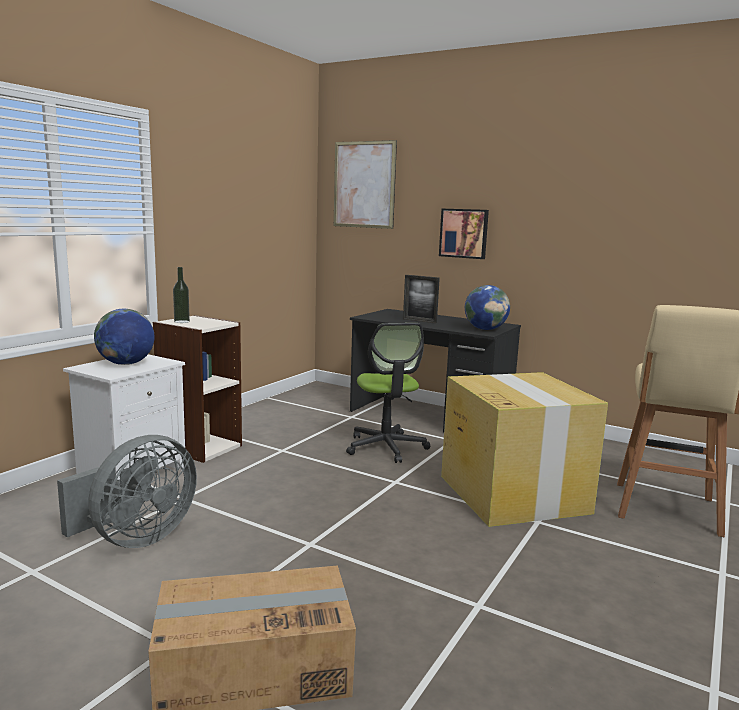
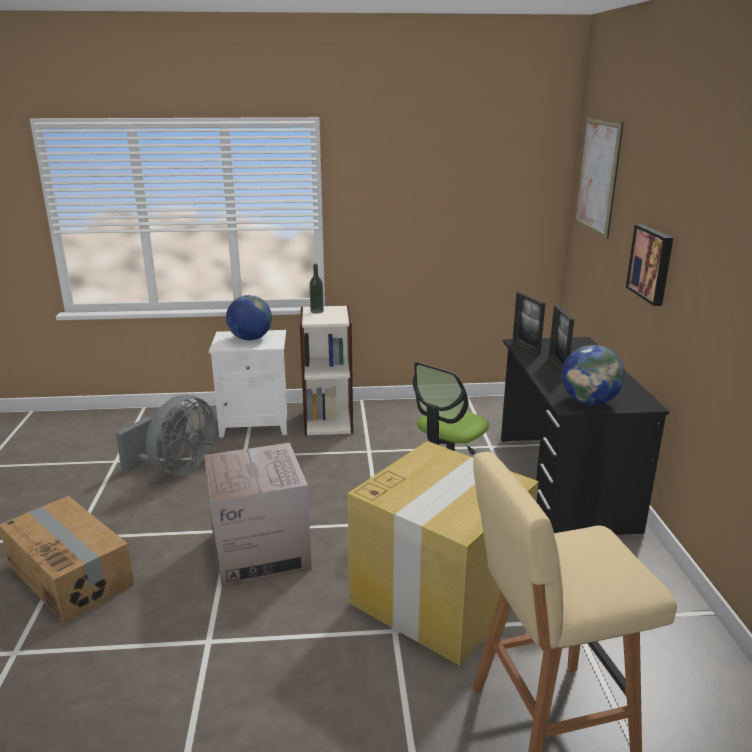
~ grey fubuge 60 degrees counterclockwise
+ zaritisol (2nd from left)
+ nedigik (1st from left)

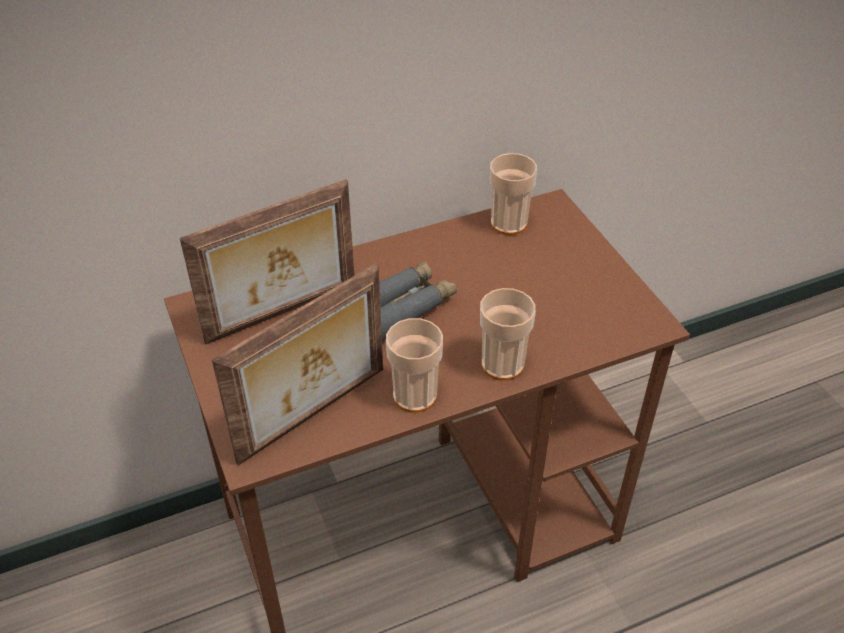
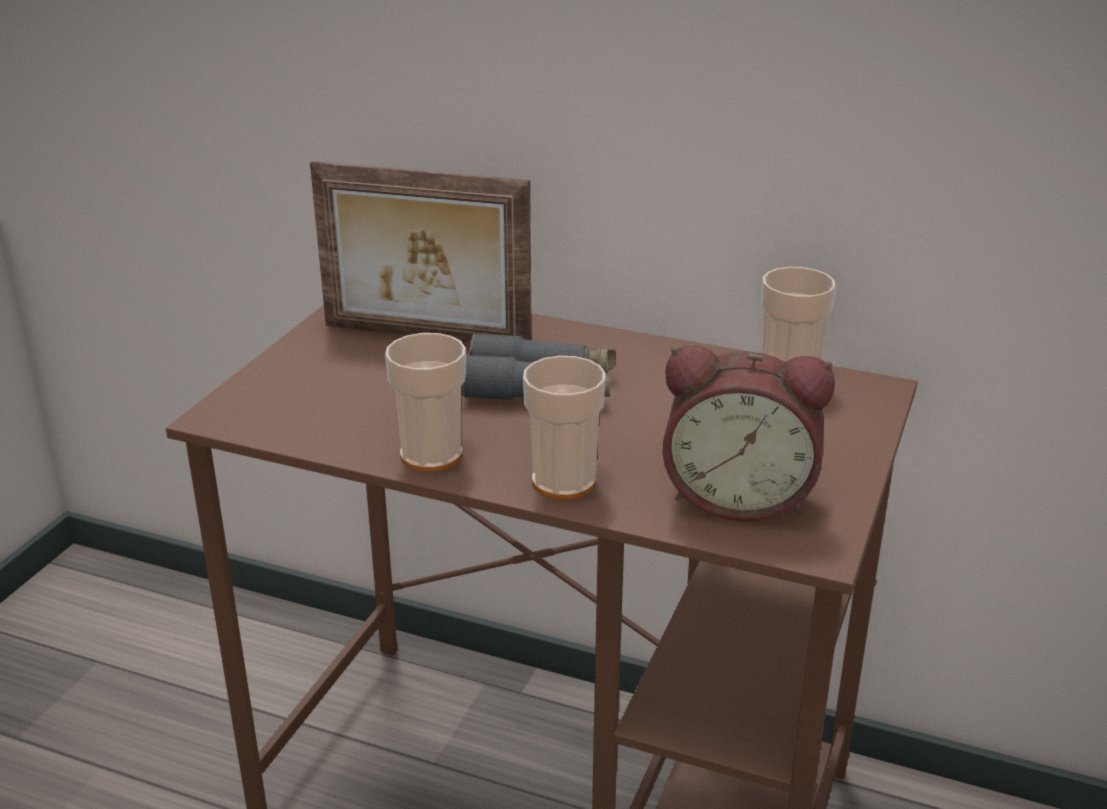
- nedigik (2nd from left)
+ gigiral

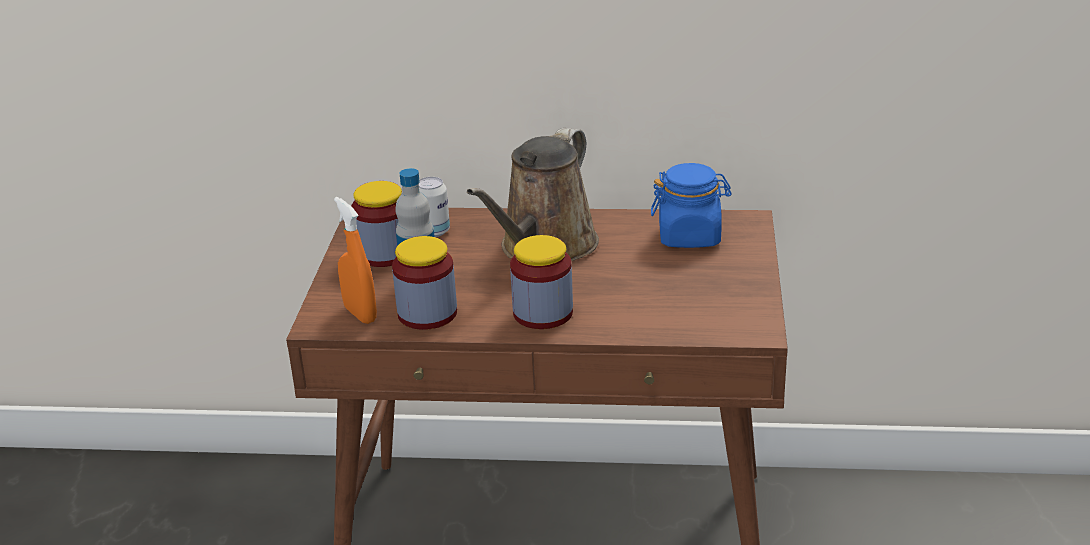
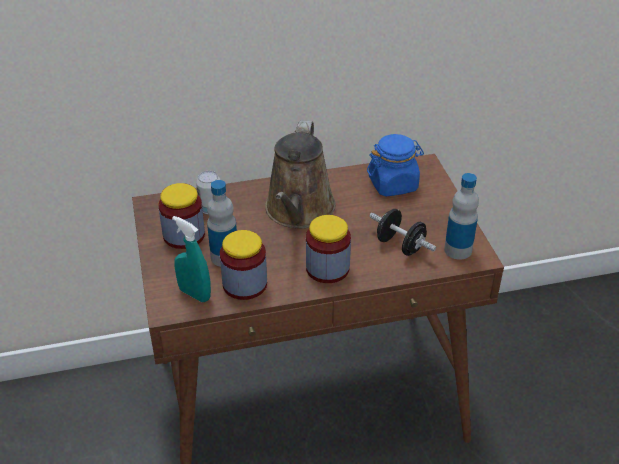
~ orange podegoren to turquoise podegoren
+ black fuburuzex
+ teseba (2nd from left)

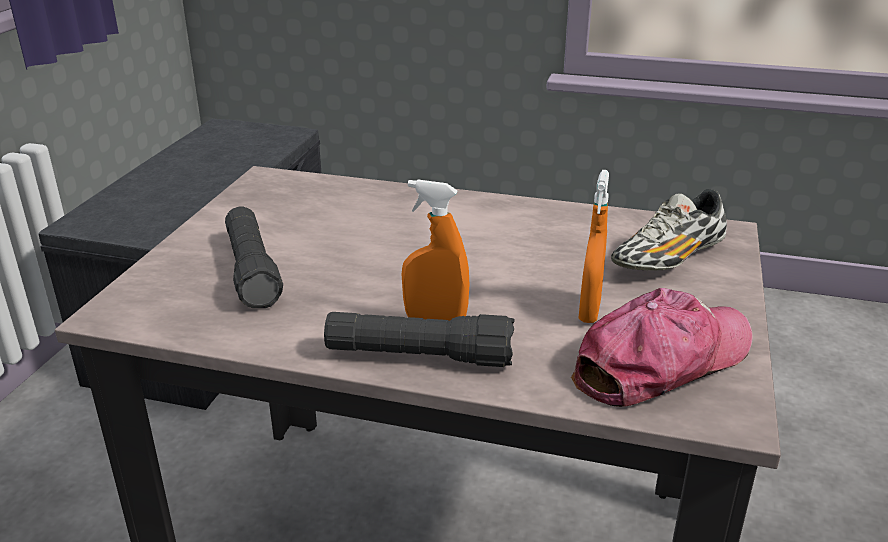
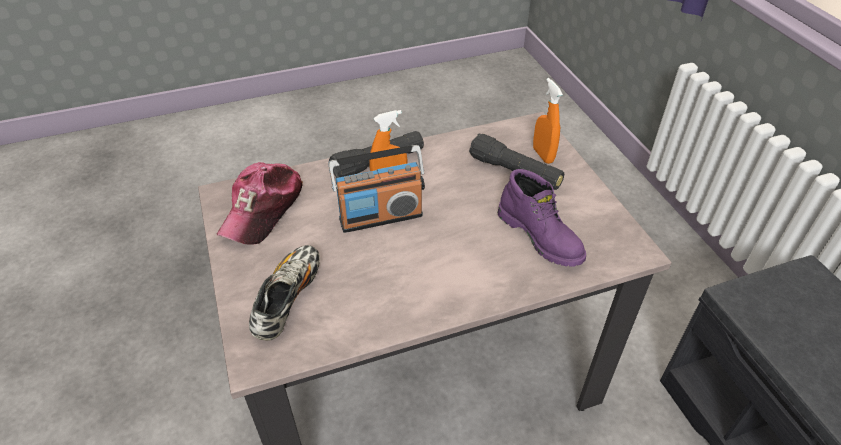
~ orange podegoren (2nd from left)
+ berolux
+ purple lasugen

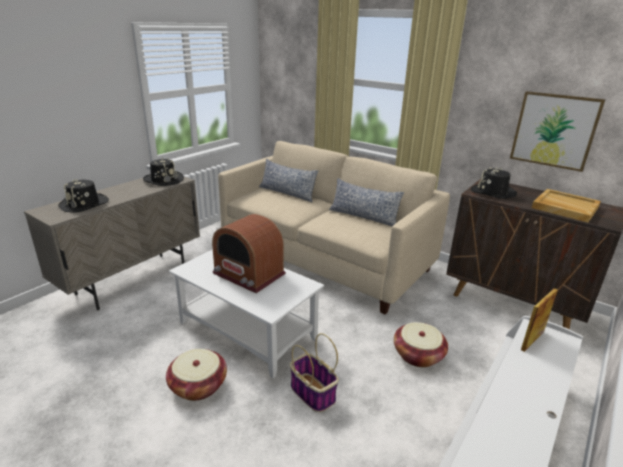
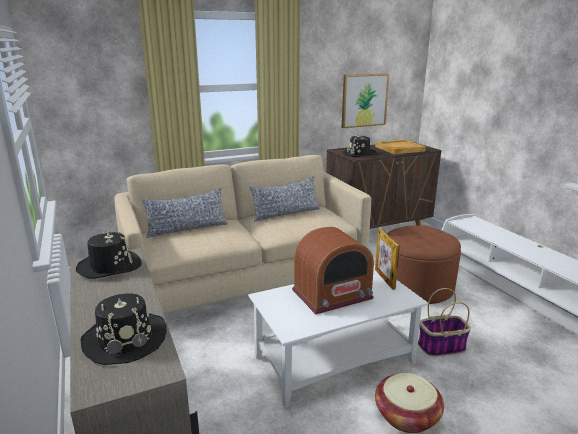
~ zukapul (3rd from left) to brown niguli
~ nedigik

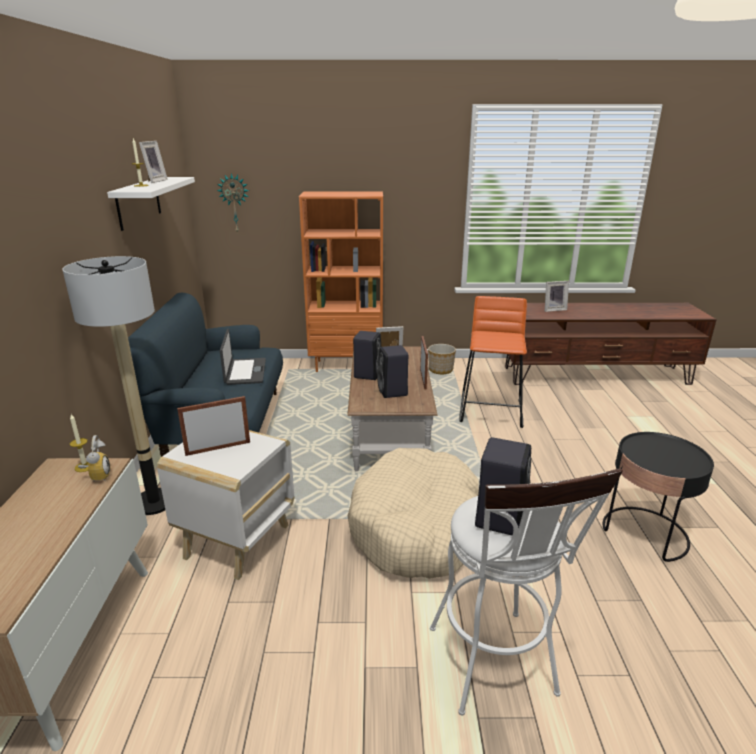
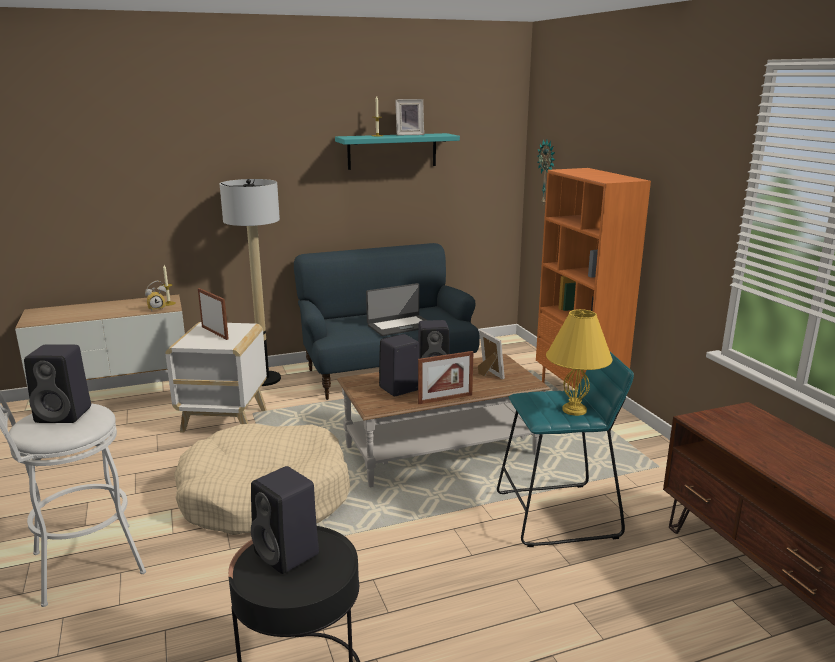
~ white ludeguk to turquoise ludeguk
- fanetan
~ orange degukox to turquoise degukox
- nedigik (5th from left)
+ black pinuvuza (2nd from left)
+ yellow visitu

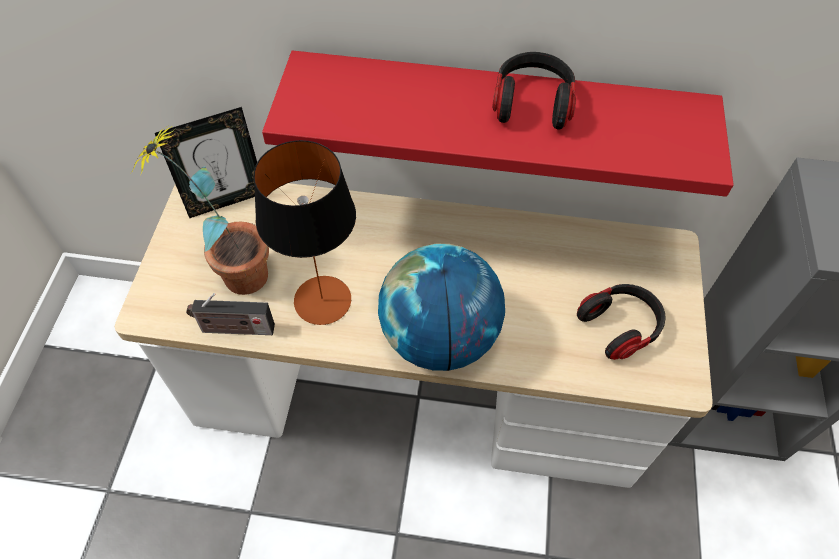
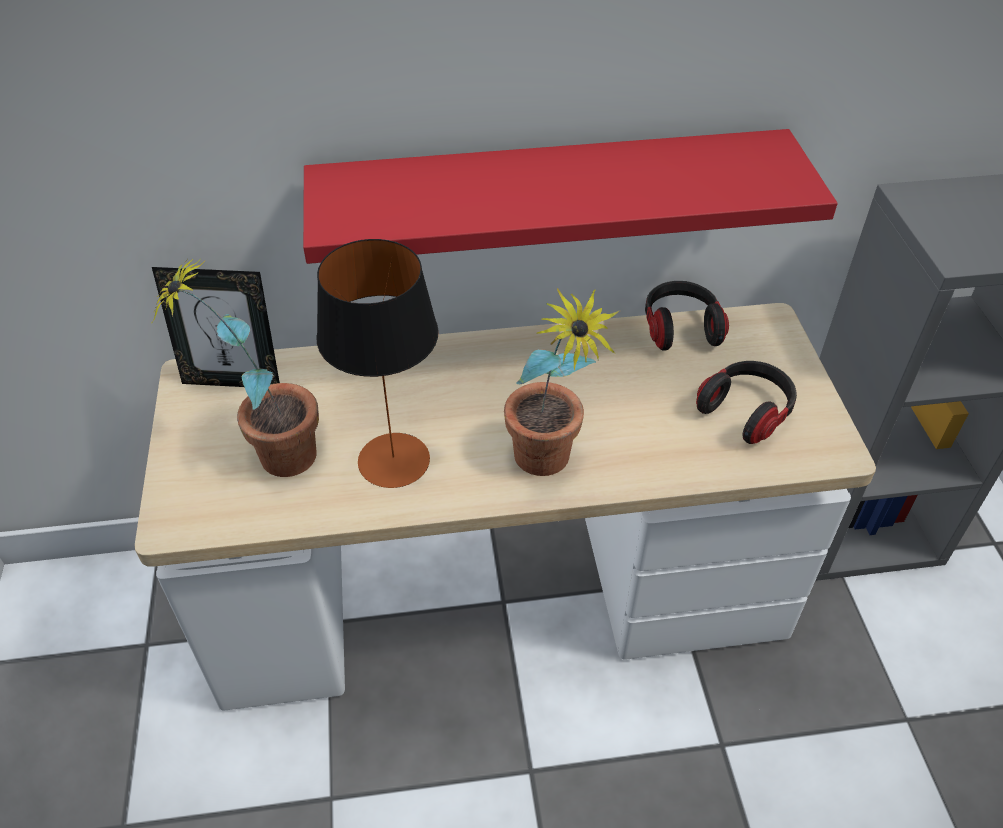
~ nedigik 45 degrees clockwise
- berolux
~ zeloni to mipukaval (2nd from left)
~ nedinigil (1st from left)

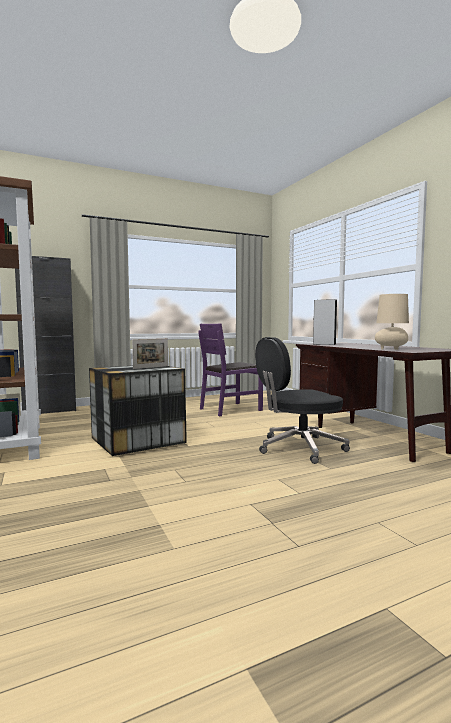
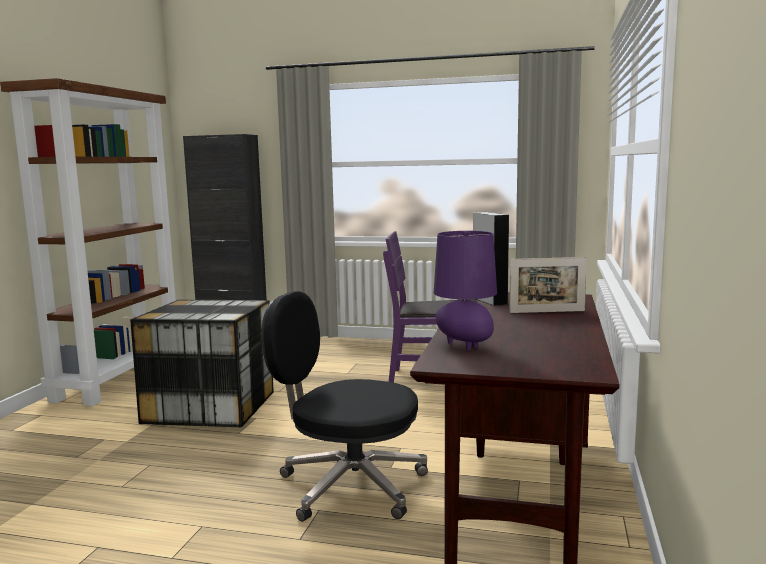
~ nedigik
~ beige visitu to purple visitu

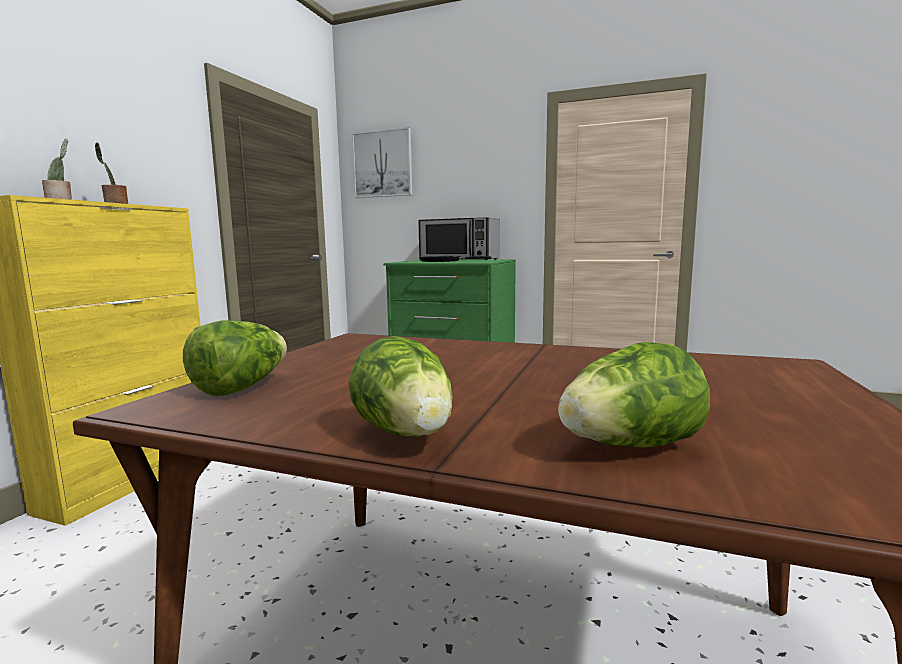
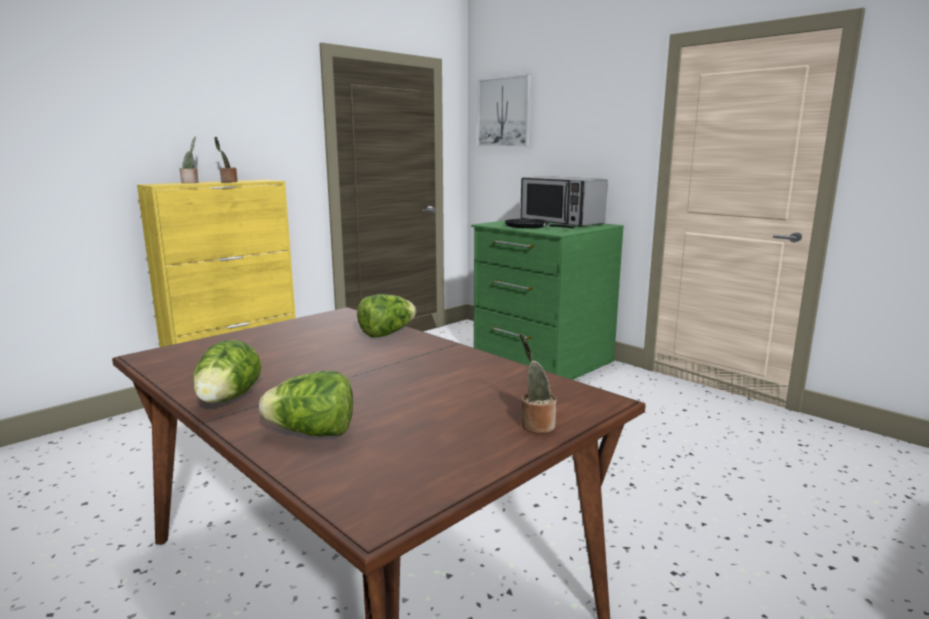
~ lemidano (1st from left in the first image) to lemidano (3rd from left)
+ mipukaval (3rd from left)

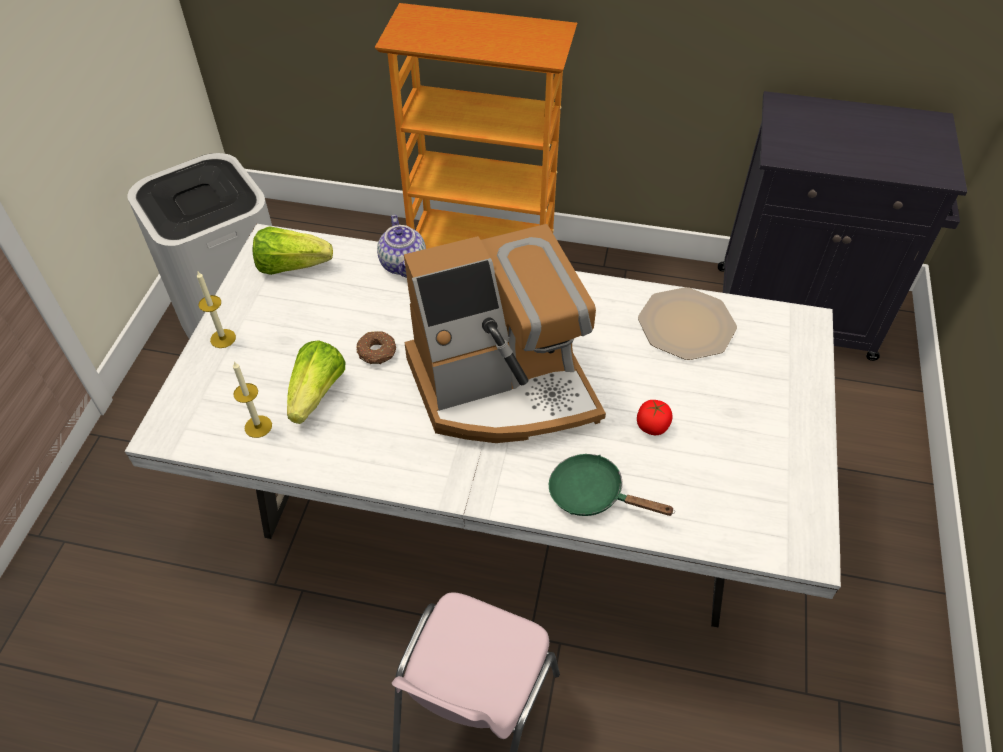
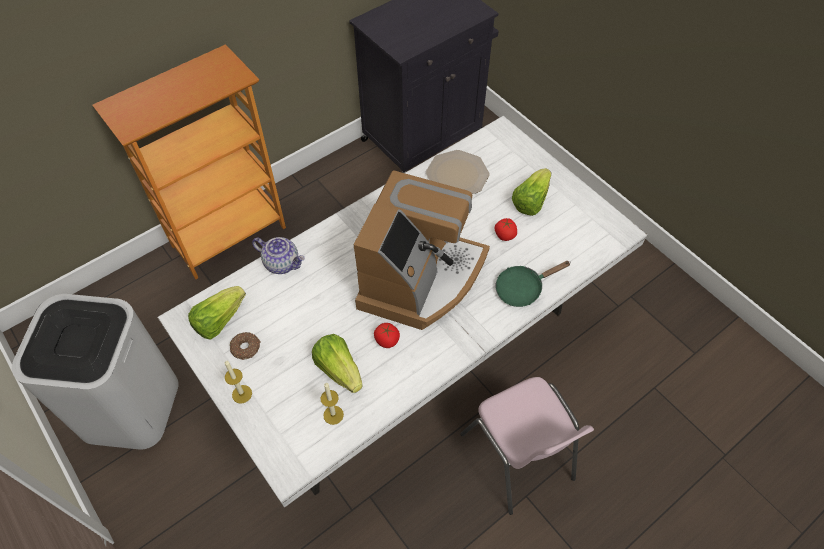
~ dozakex
+ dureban (1st from left)
+ lemidano (3rd from left)

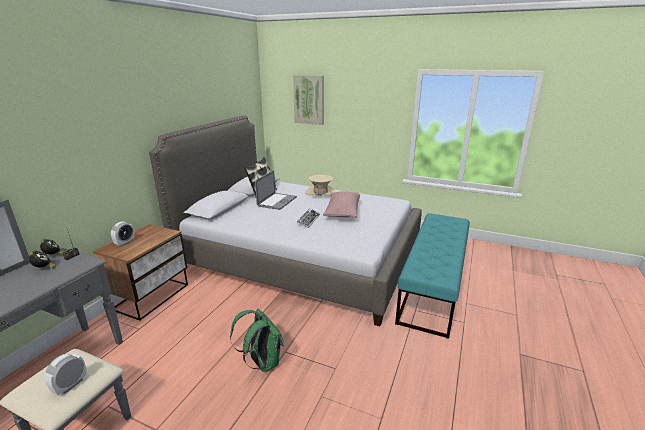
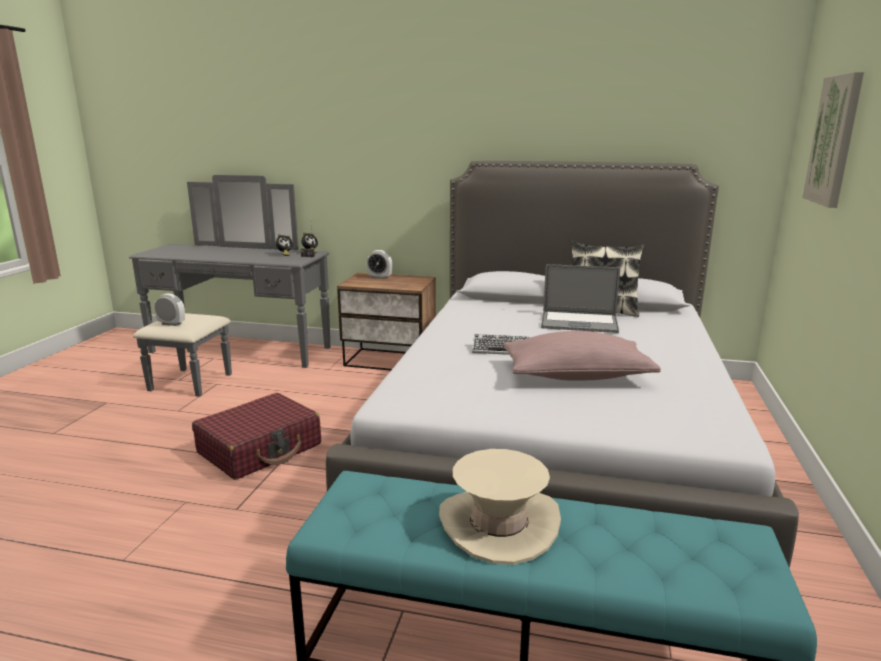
~ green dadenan to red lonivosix
~ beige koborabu

